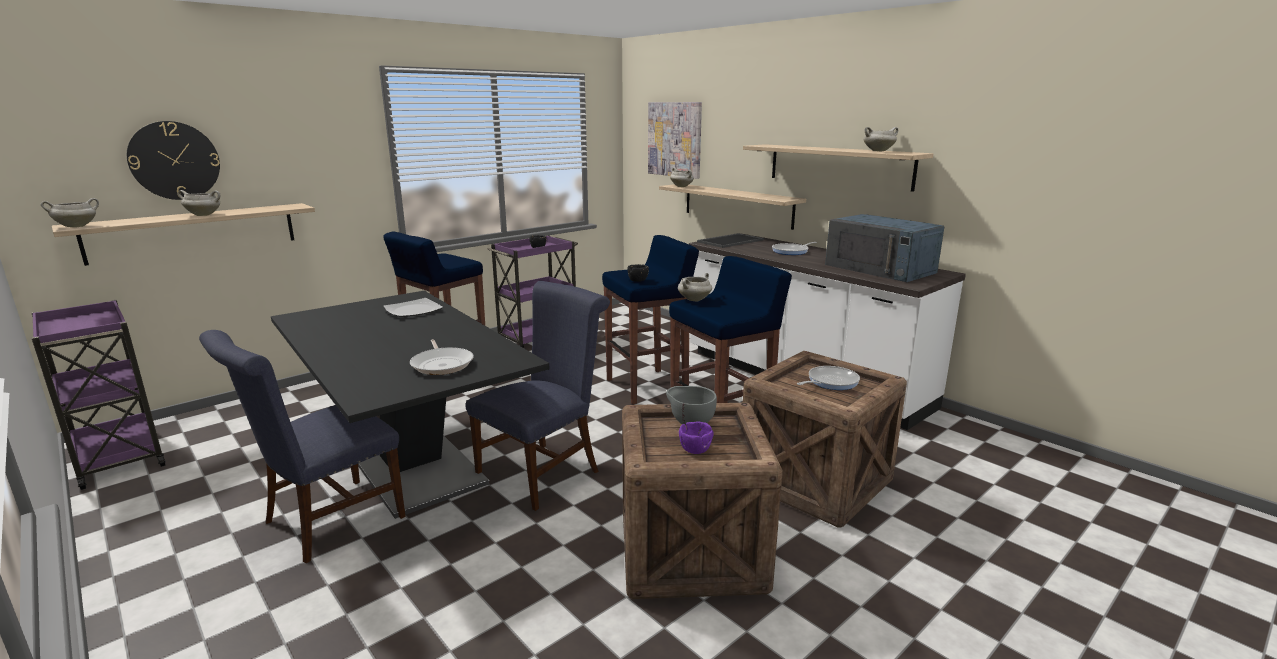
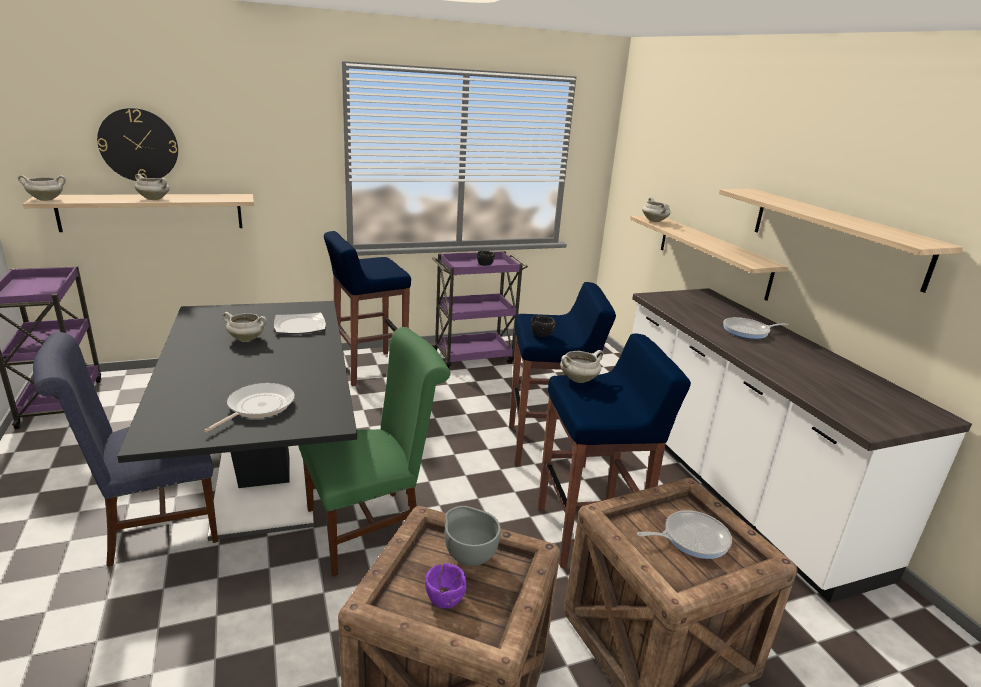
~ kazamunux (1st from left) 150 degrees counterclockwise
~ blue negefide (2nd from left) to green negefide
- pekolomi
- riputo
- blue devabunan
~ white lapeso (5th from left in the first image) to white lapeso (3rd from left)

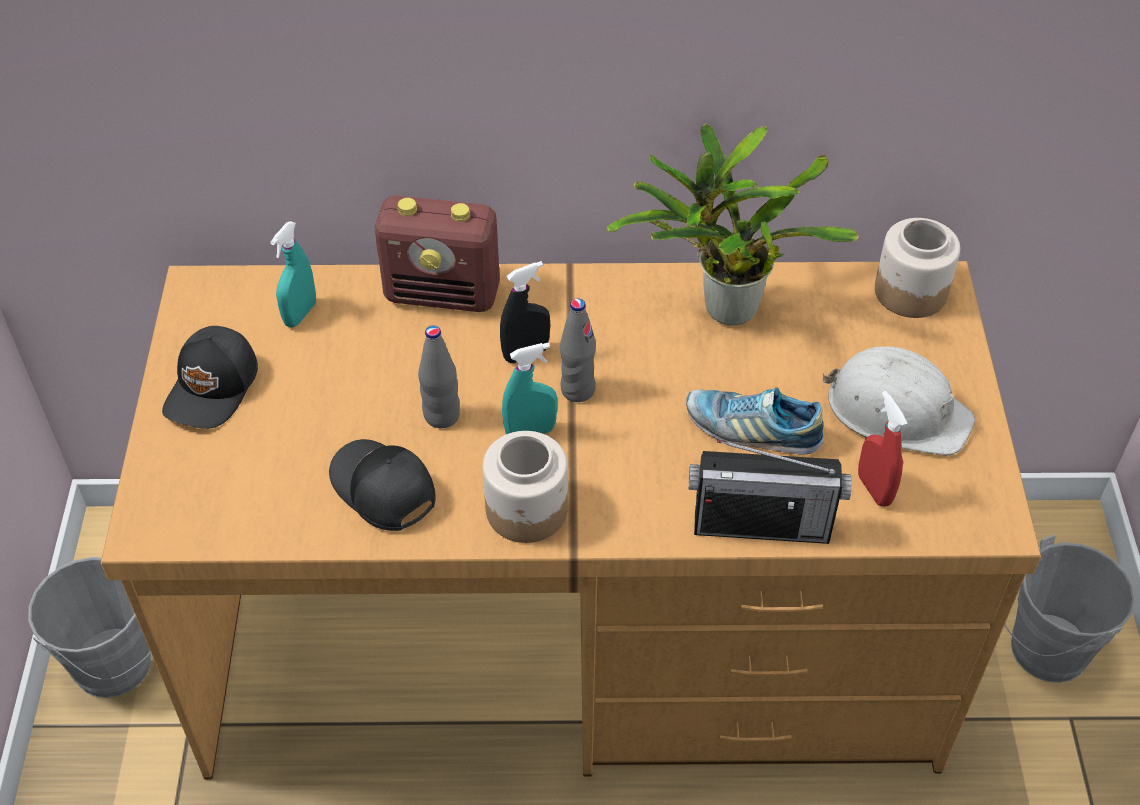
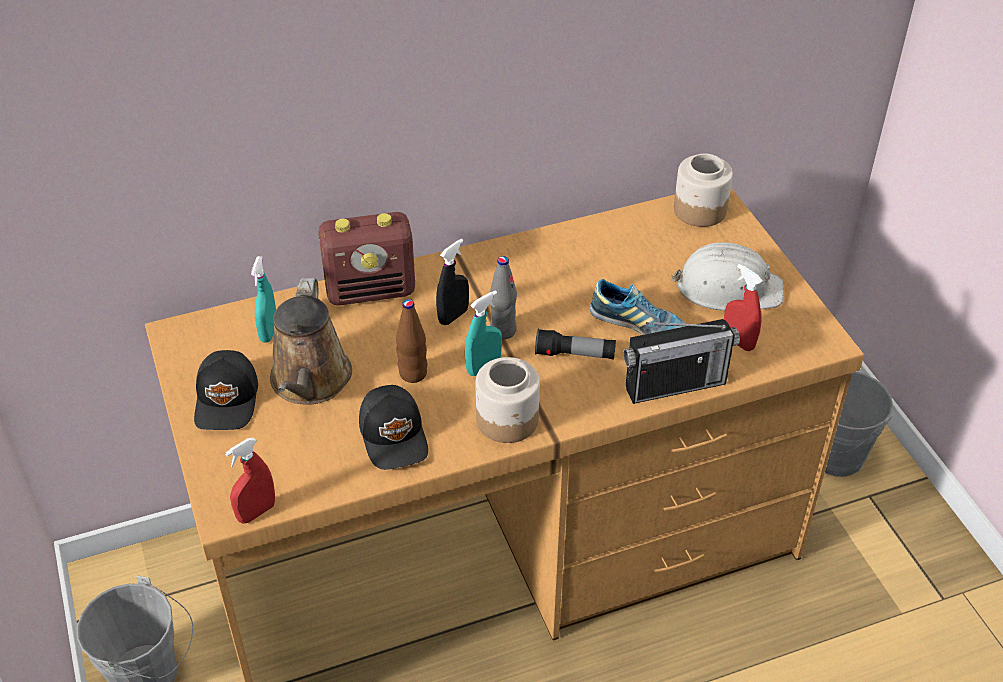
~ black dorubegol (2nd from left) 135 degrees counterclockwise
~ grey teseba (1st from left) to brown teseba
- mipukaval
~ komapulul 150 degrees counterclockwise
+ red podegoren (1st from left)
+ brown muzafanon
+ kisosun

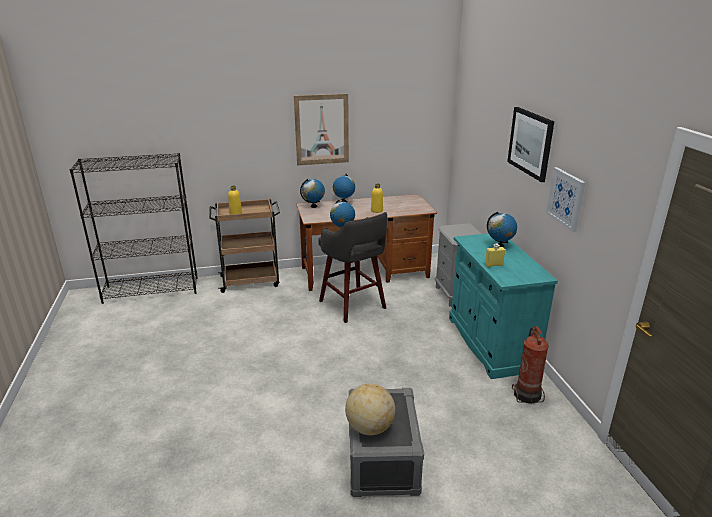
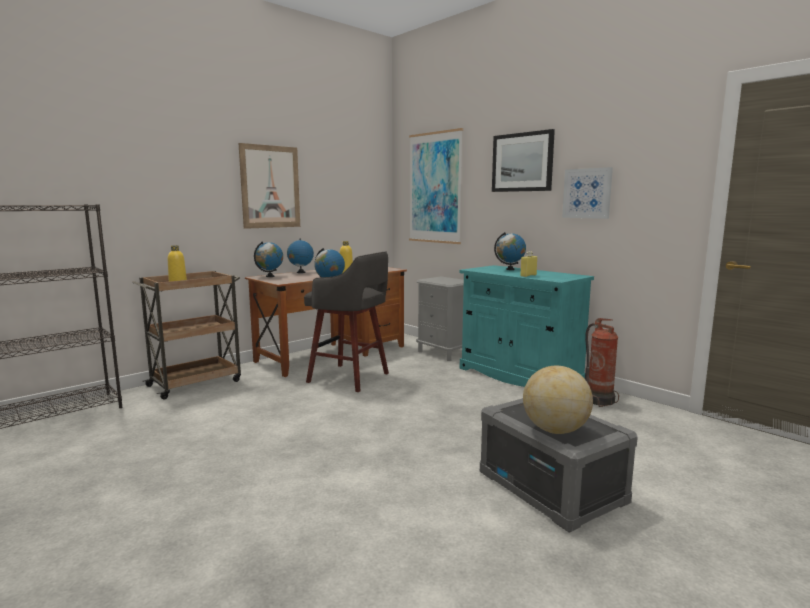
+ pekolomi (2nd from left)

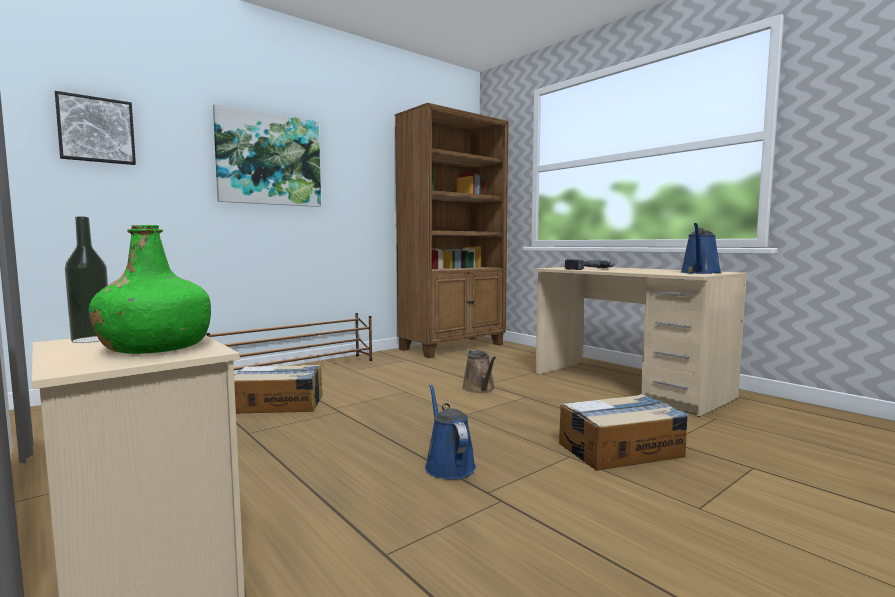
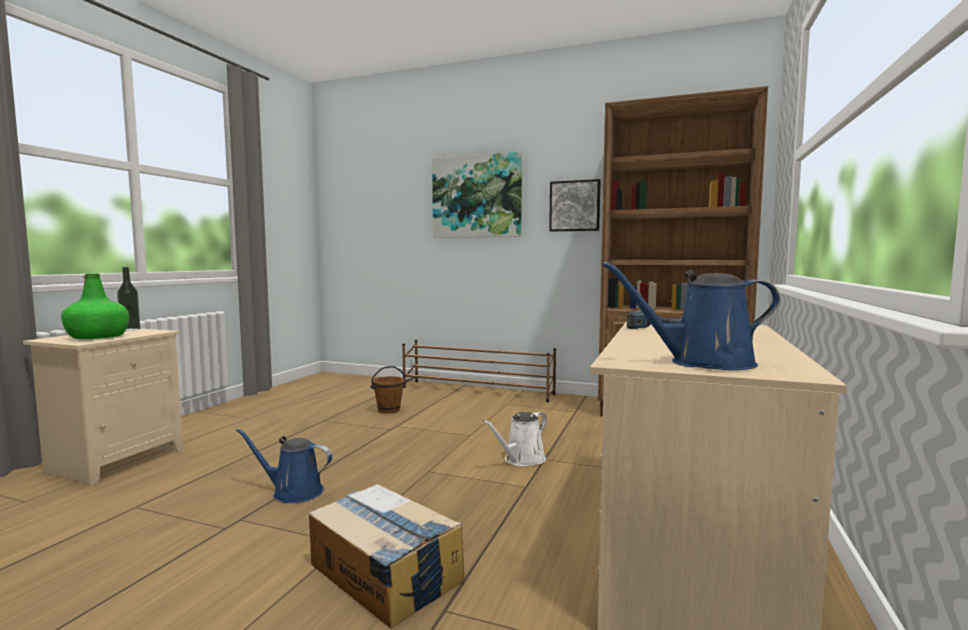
~ pekolomi (1st from left in the first image) to pekolomi (2nd from left)
~ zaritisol (1st from left) to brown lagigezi
~ blue muzafanon (1st from left) 120 degrees counterclockwise
~ brown muzafanon to white muzafanon

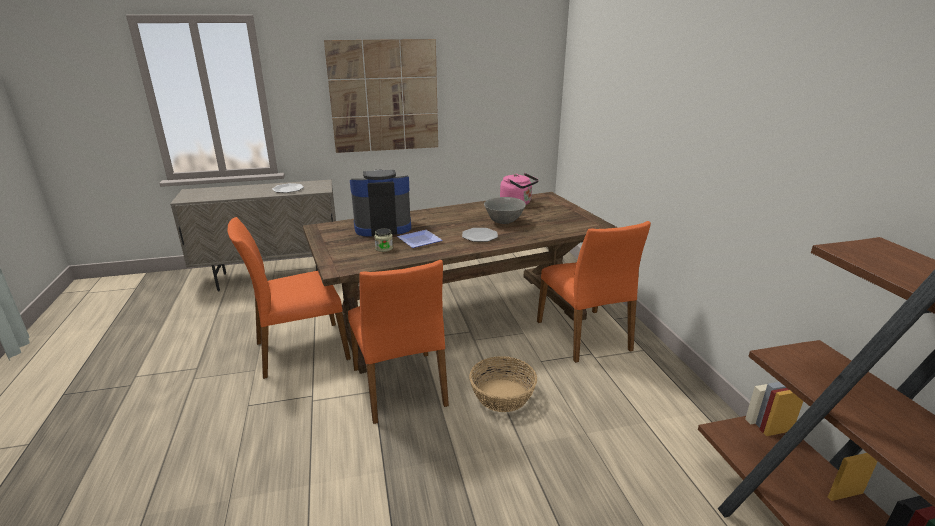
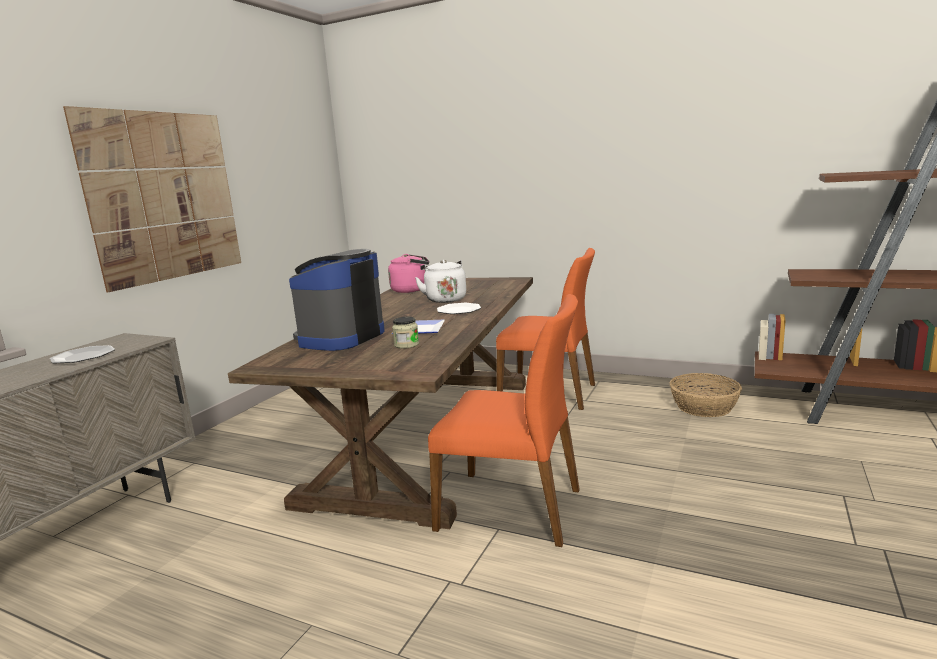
- orange negefide (1st from left)
~ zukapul
~ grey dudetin to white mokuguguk

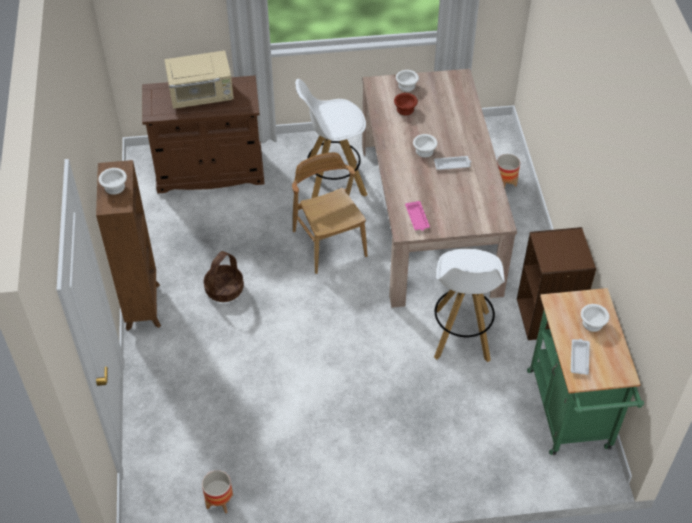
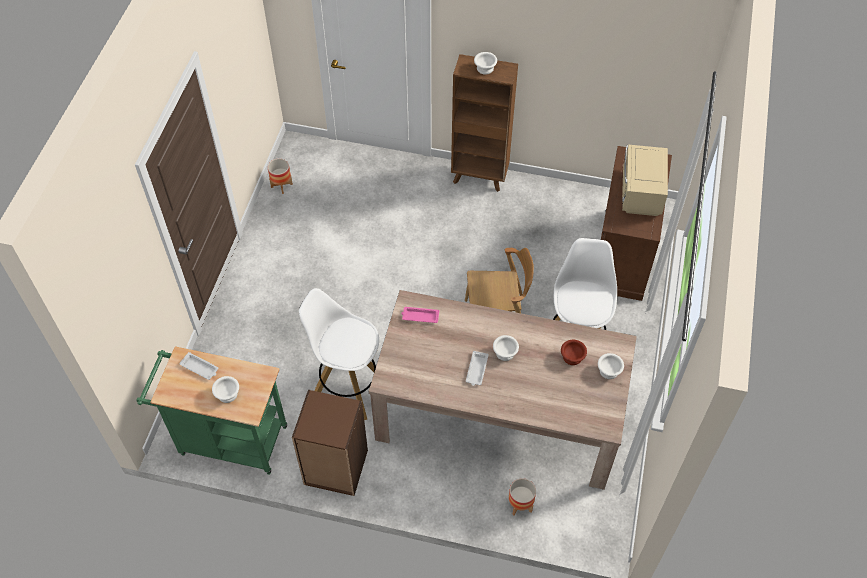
- zukapul

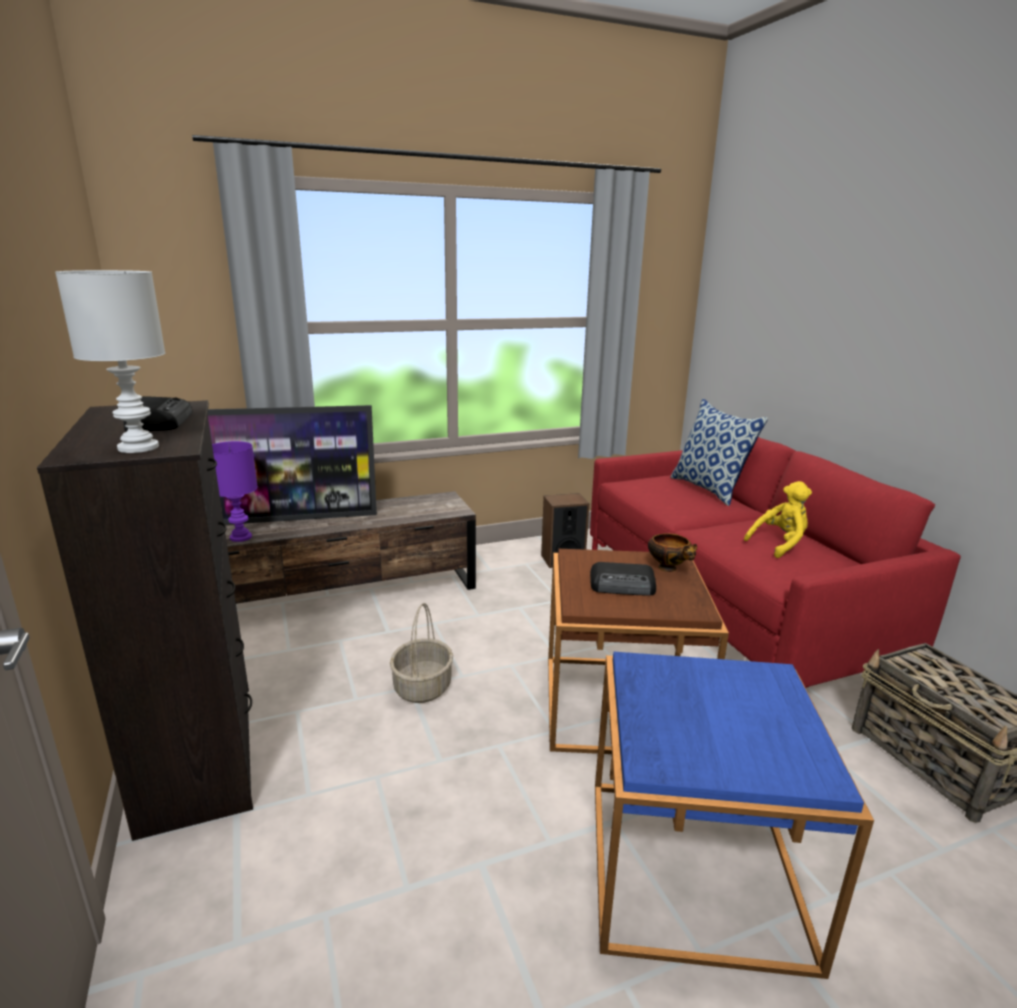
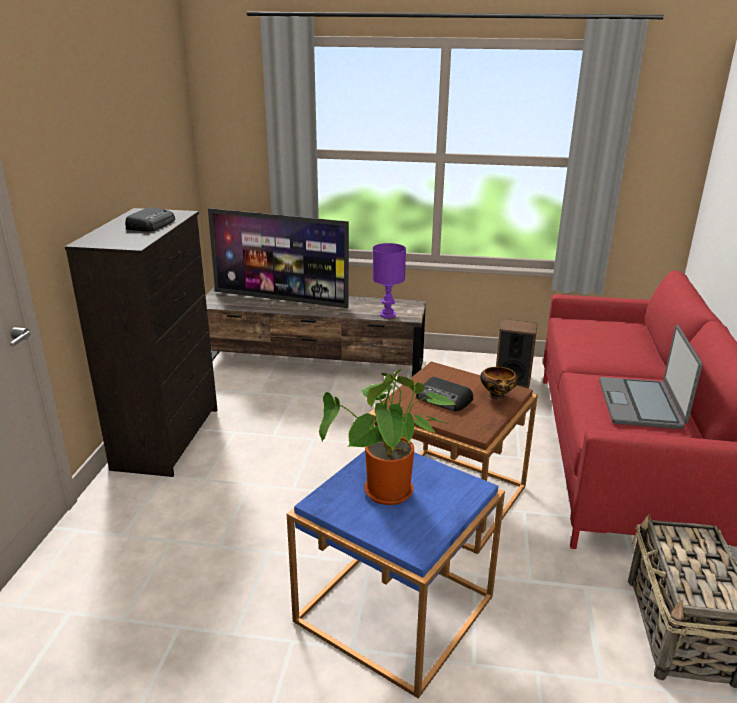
- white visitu
~ purple visitu
- zukapul (1st from left)
- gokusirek
~ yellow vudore to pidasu
+ mipukaval

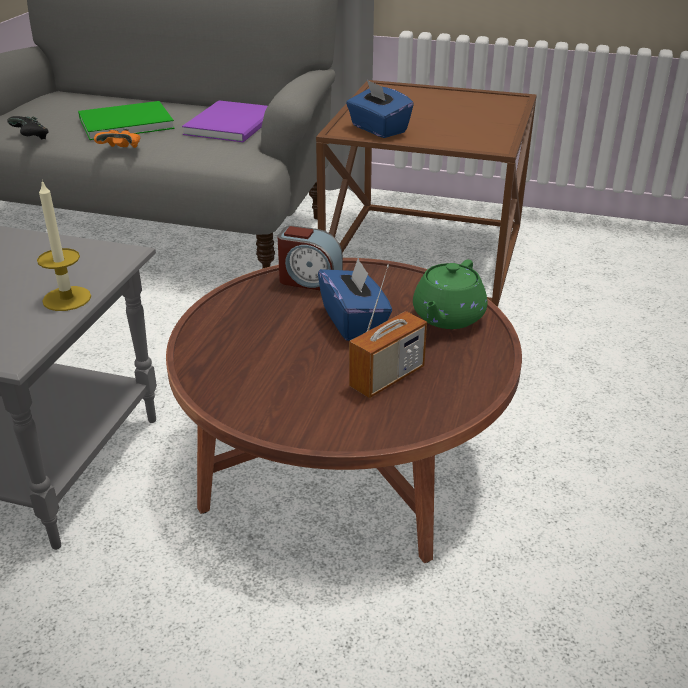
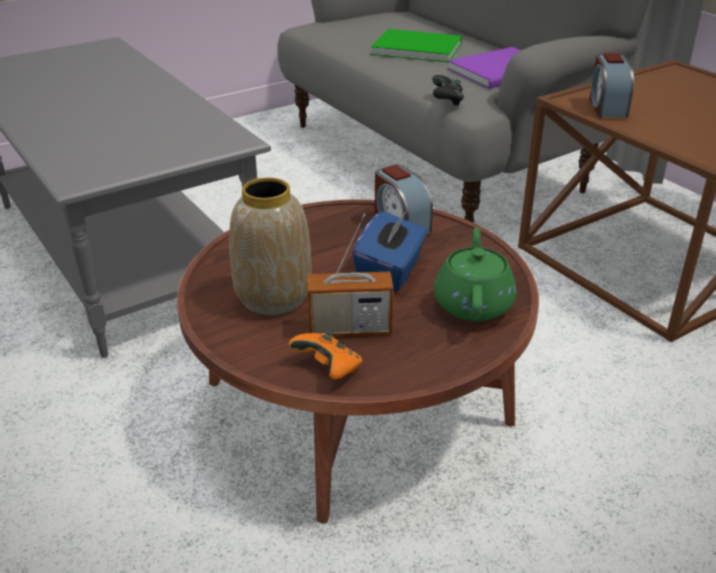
~ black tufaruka
- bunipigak
~ orange tufaruka
~ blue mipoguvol (2nd from left) to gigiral (2nd from left)
~ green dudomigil 120 degrees clockwise
+ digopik

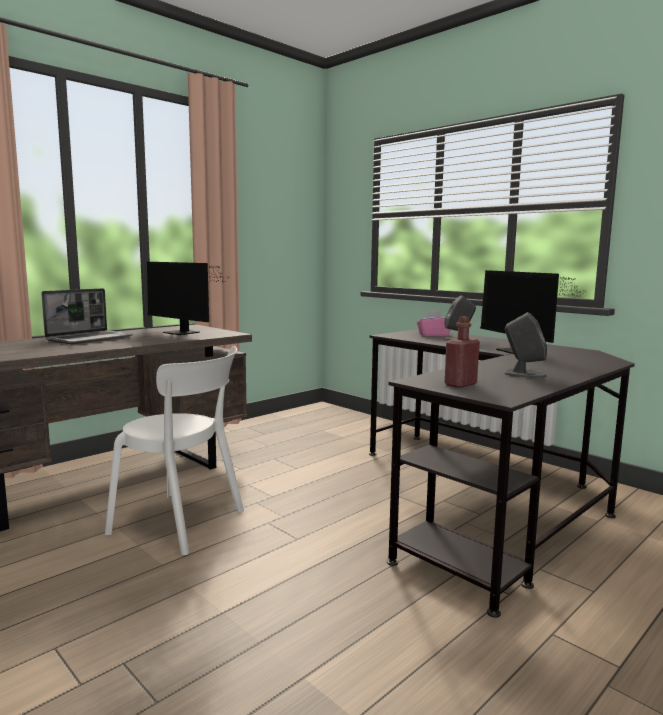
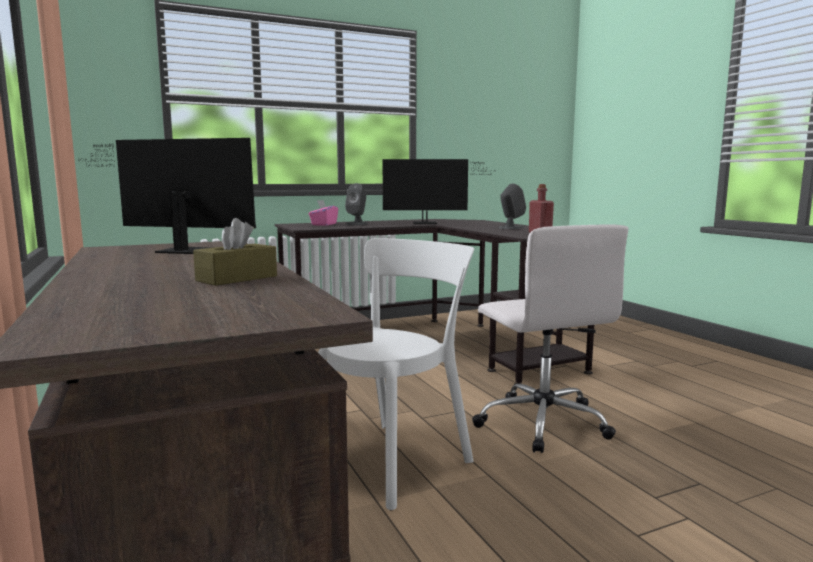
- pidasu
~ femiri (1st from left) 135 degrees counterclockwise
+ brown mipoguvol
+ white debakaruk

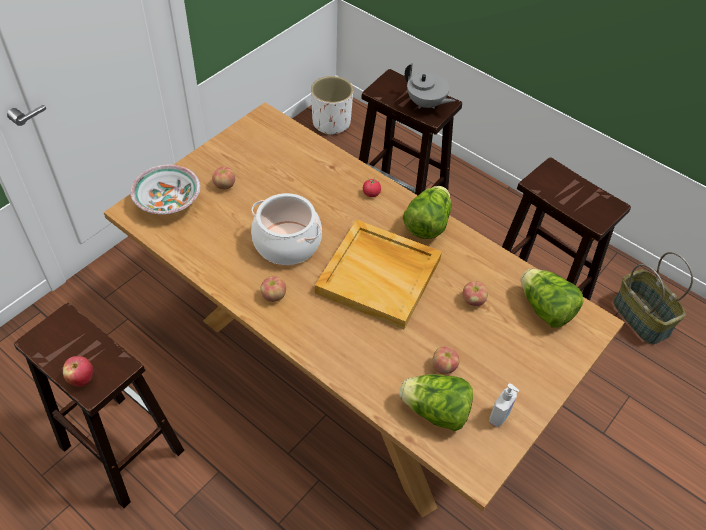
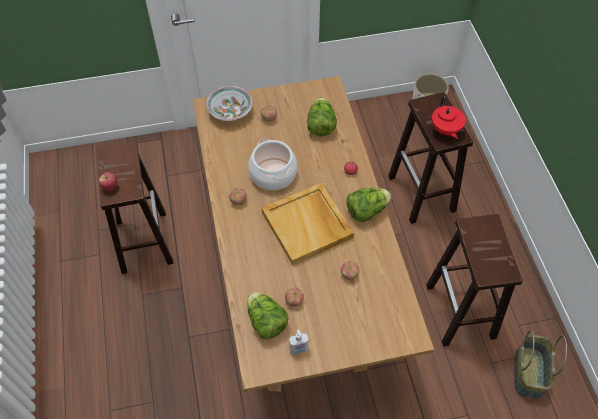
~ grey dudomigil to red dudomigil
~ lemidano (3rd from left in the first image) to lemidano (2nd from left)

